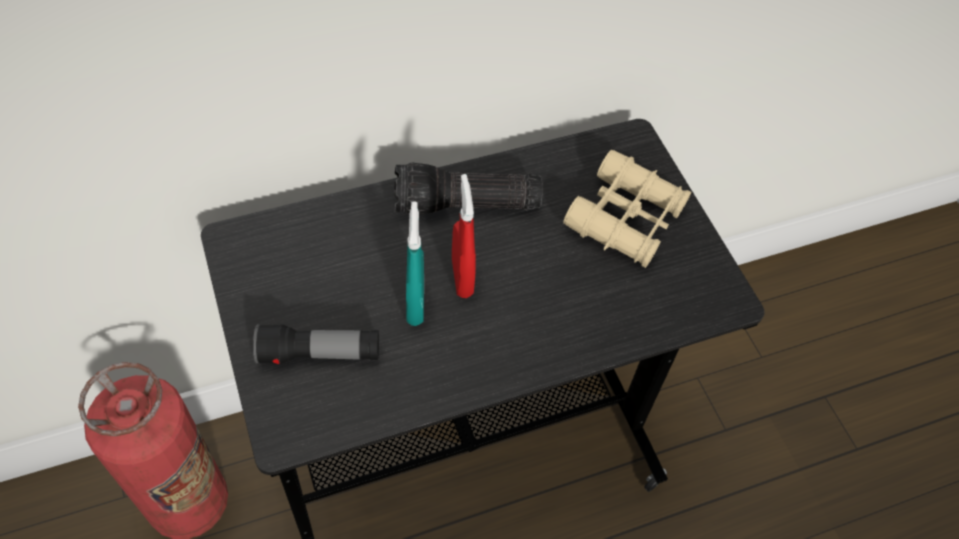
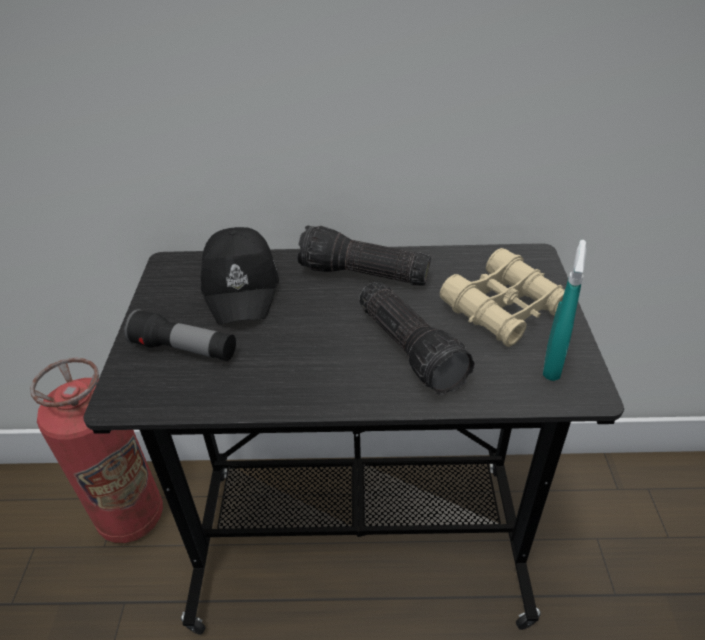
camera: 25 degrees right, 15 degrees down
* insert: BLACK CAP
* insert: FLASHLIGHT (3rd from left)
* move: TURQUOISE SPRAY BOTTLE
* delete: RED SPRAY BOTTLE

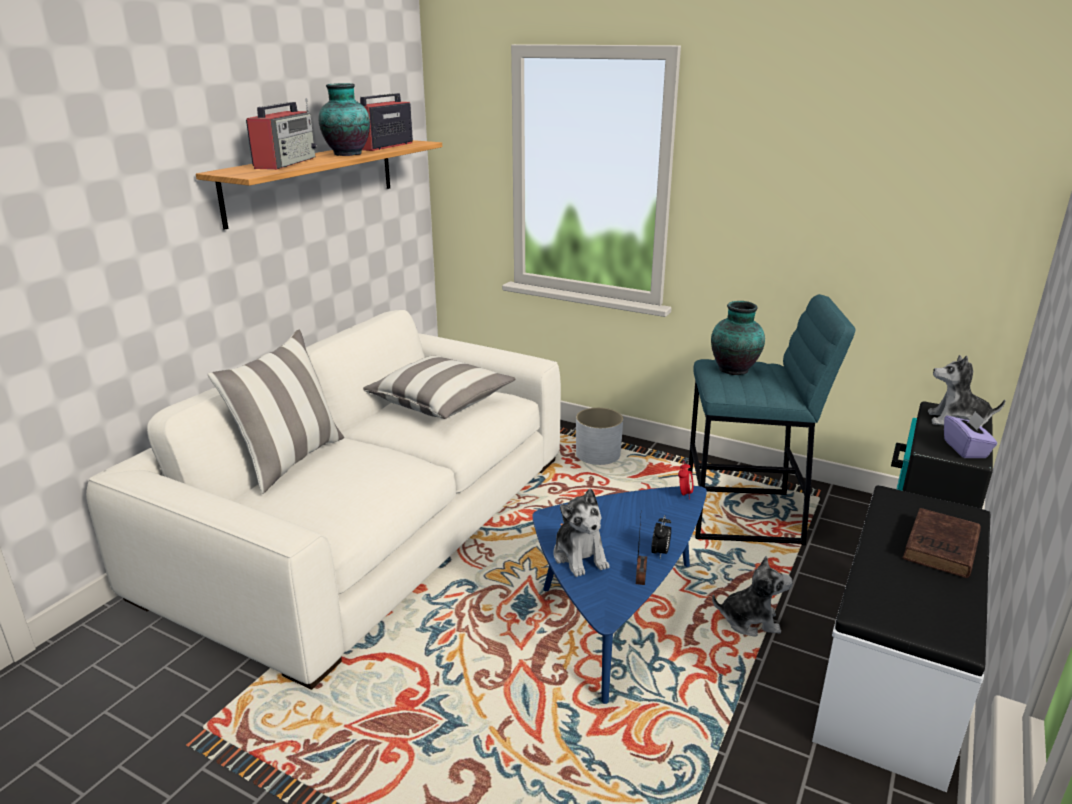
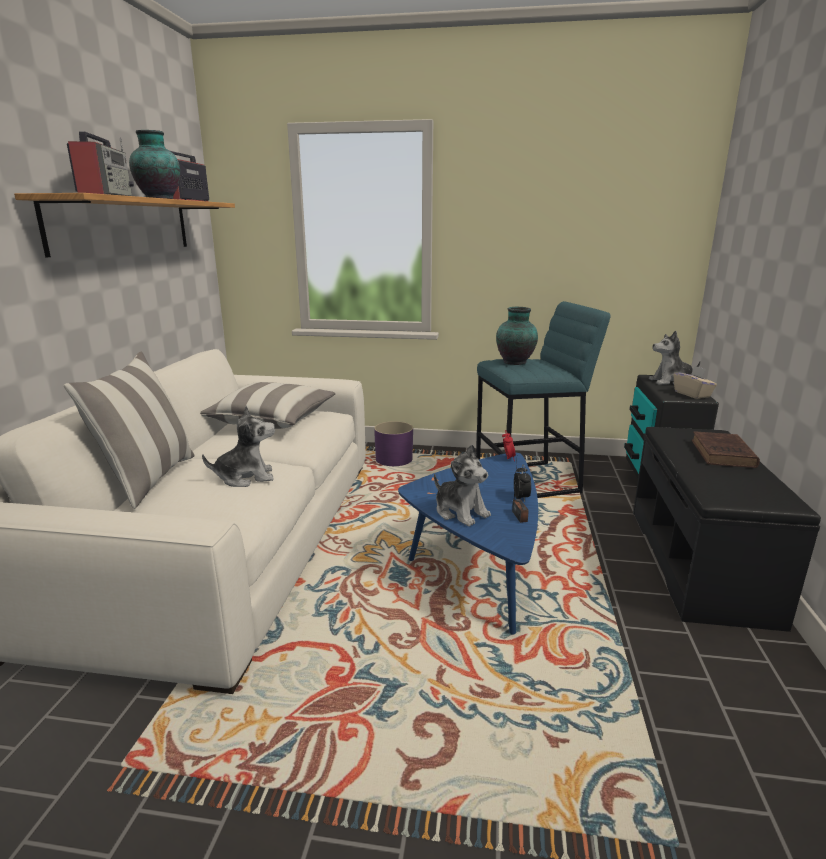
camera: 20 degrees left, 5 degrees down
* move: PLUSH TOY (2nd from left in the first image) to PLUSH TOY (1st from left)
* recolor: WHITE PLANTER to PURPLE PLANTER
* recolor: WHITE BENCH to BLACK BENCH
* recolor: PURPLE TISSUE BOX to BEIGE TISSUE BOX

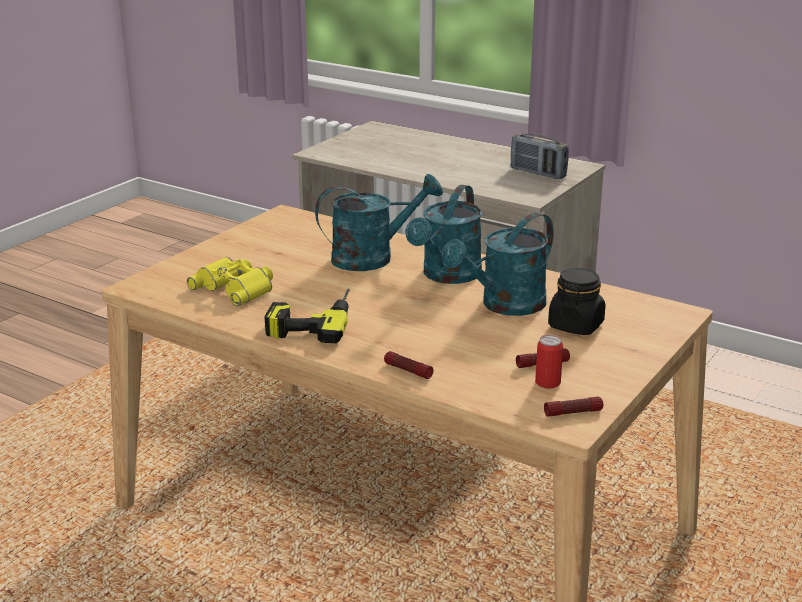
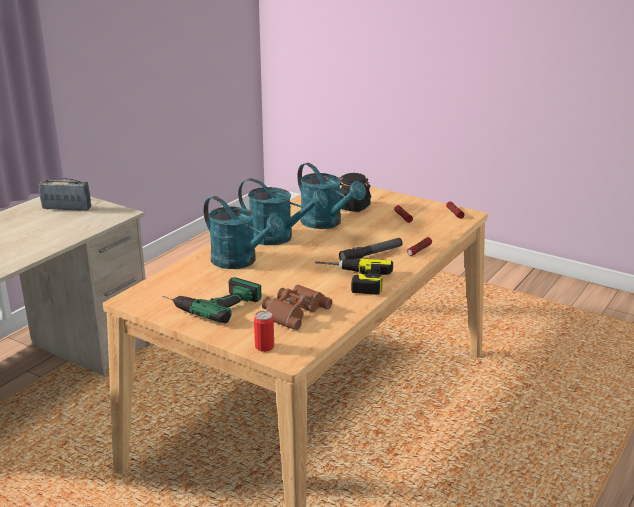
camera: 90 degrees left, 0 degrees up
* rotate: RADIO 120 degrees counterclockwise
* insert: POWER DRILL (1st from left)
* rotate: TURQUOISE WATERING CAN (1st from left) 150 degrees clockwise
* move: CAN
* recolor: YELLOW BINOCULARS to BROWN BINOCULARS
* insert: FLASHLIGHT (1st from left)

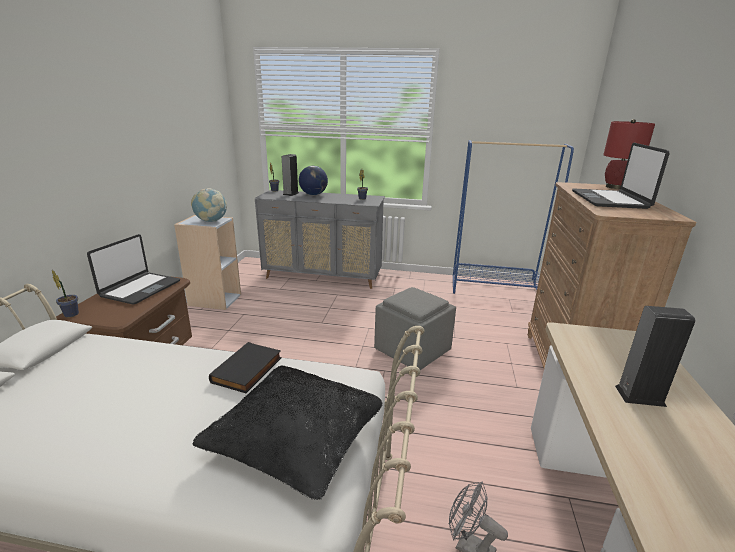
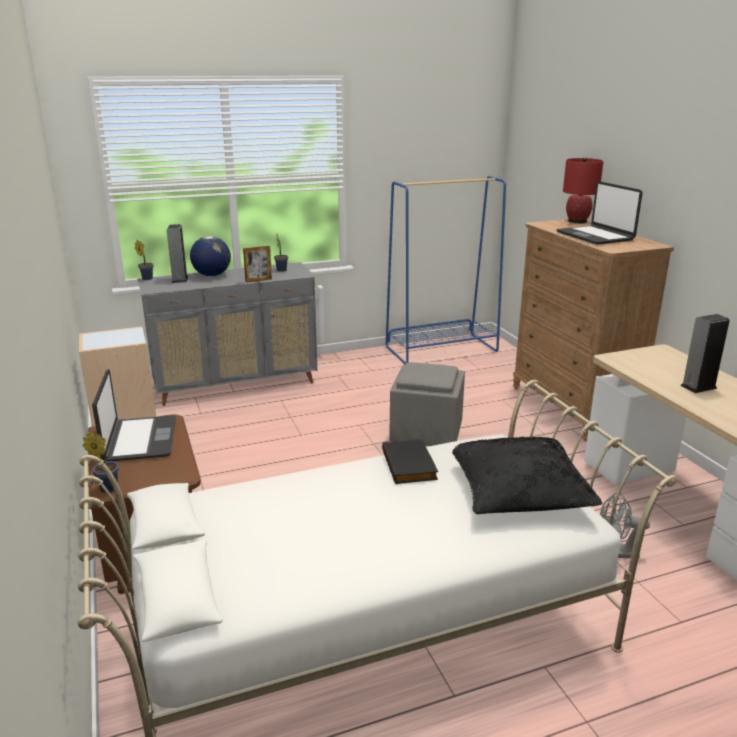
camera: 30 degrees left, 0 degrees up
* insert: PICTURE FRAME
* delete: GLOBE (1st from left)

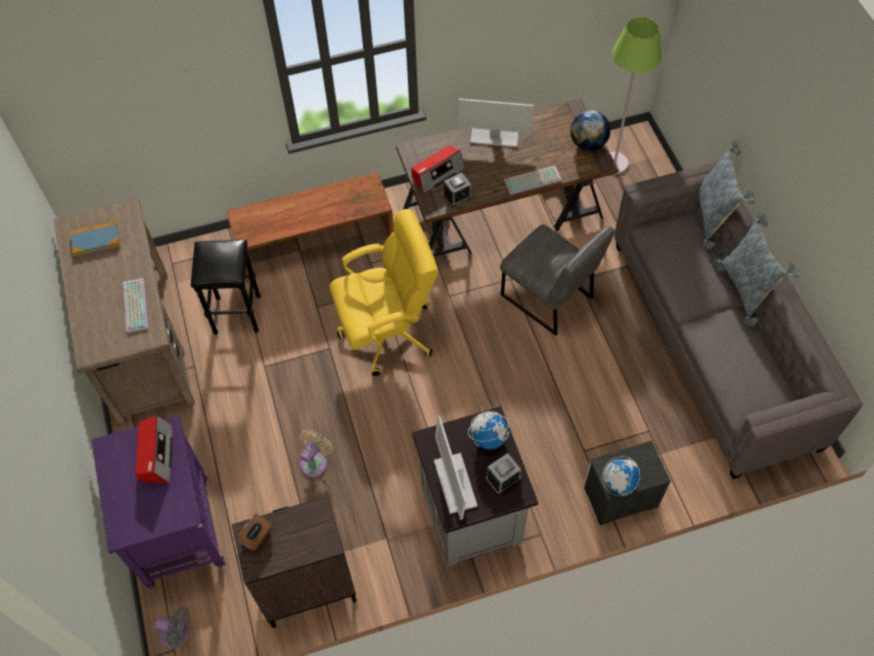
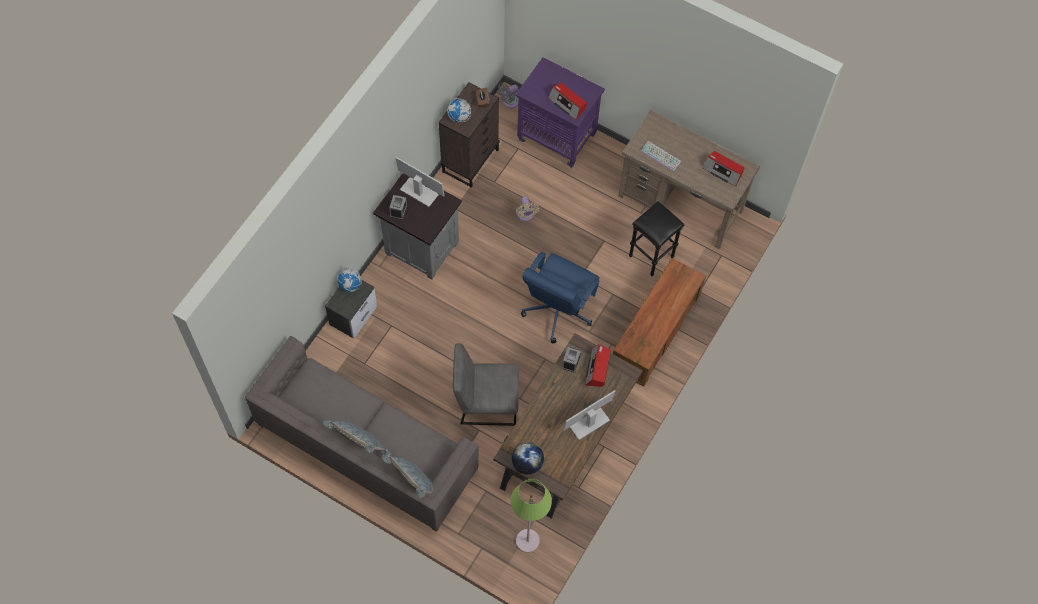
camera: 135 degrees right, 5 degrees up
* move: GLOBE (1st from left in the first image) to GLOBE (2nd from left)
* recolor: YELLOW OFFICE CHAIR to BLUE OFFICE CHAIR
* replace: BOOK to RADIO (3rd from left)
* delete: KEYBOARD (2nd from left)

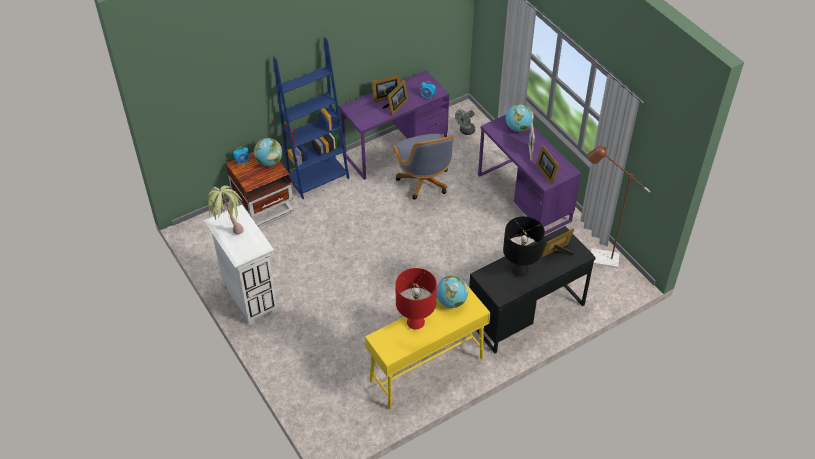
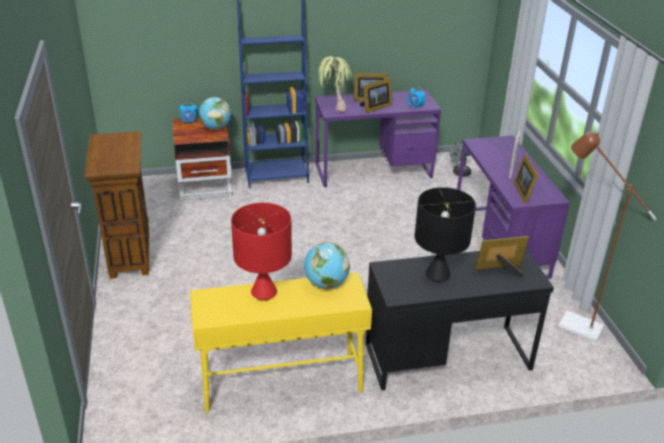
camera: 20 degrees right, 15 degrees down
* recolor: WHITE CABINET to BROWN CABINET
* move: POTTED PLANT
* delete: BLUE OFFICE CHAIR
* delete: GLOBE (3rd from left)

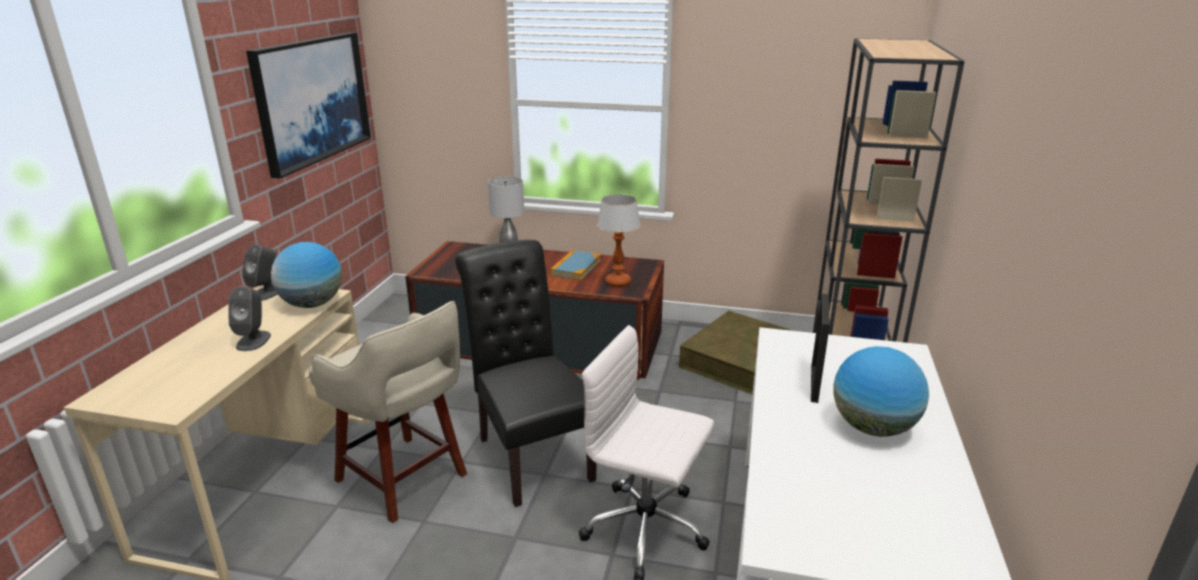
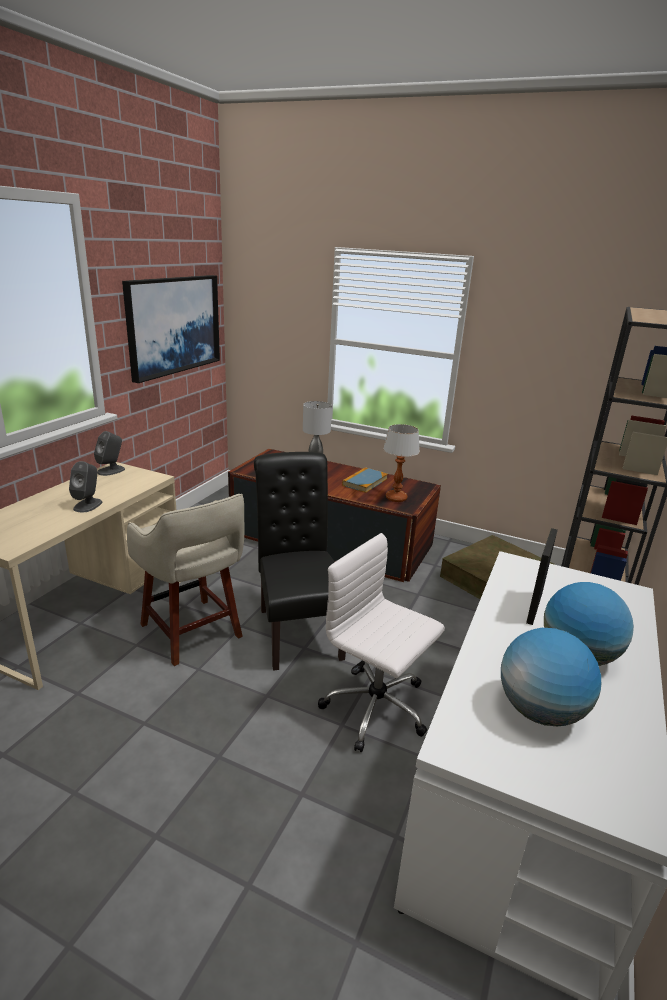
camera: 10 degrees right, 0 degrees up
* move: GLOBE (1st from left)

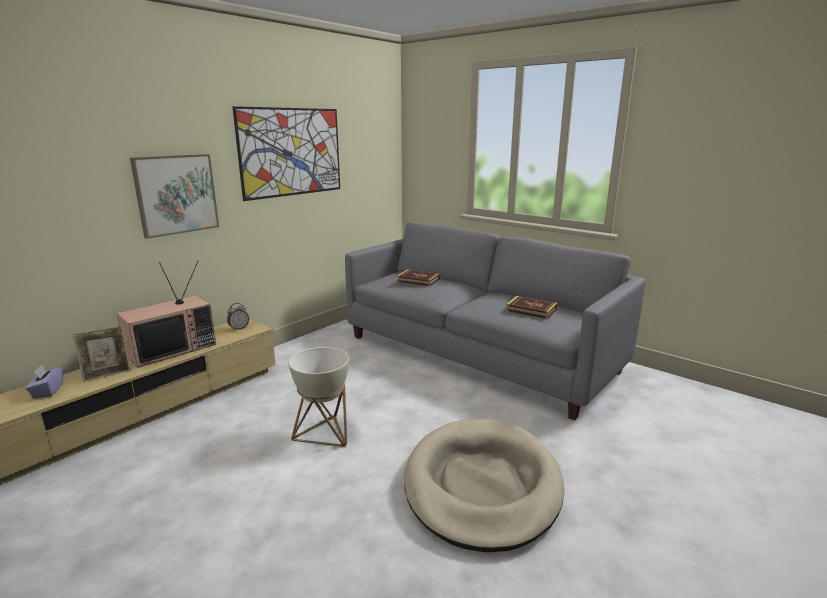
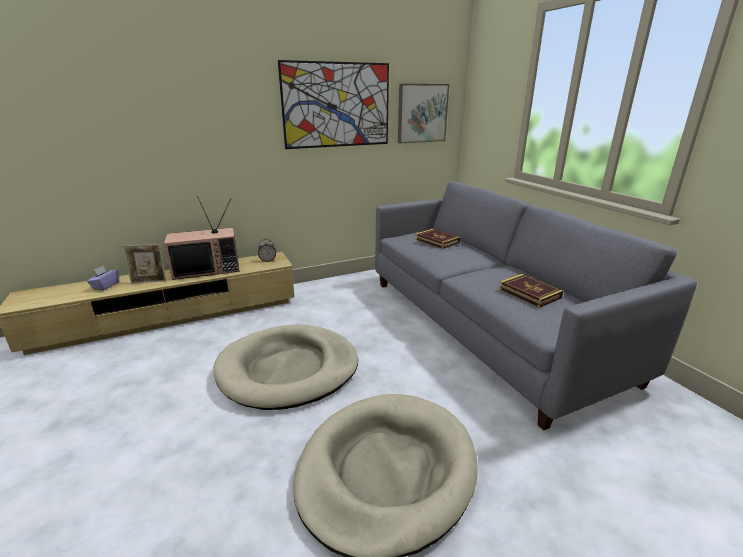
camera: 25 degrees right, 5 degrees up
* replace: PLANTER to BEIGE DOG BED (1st from left)
* move: PICTURE (1st from left in the first image) to PICTURE (2nd from left)

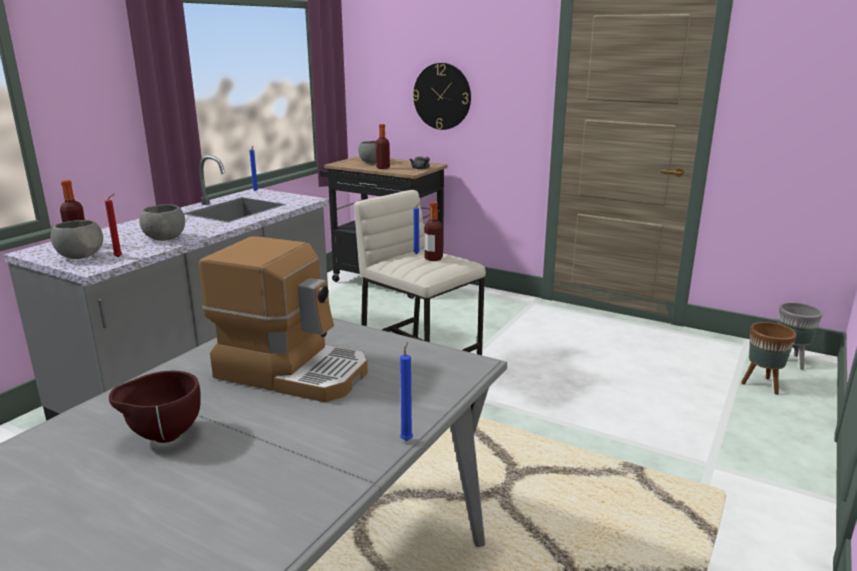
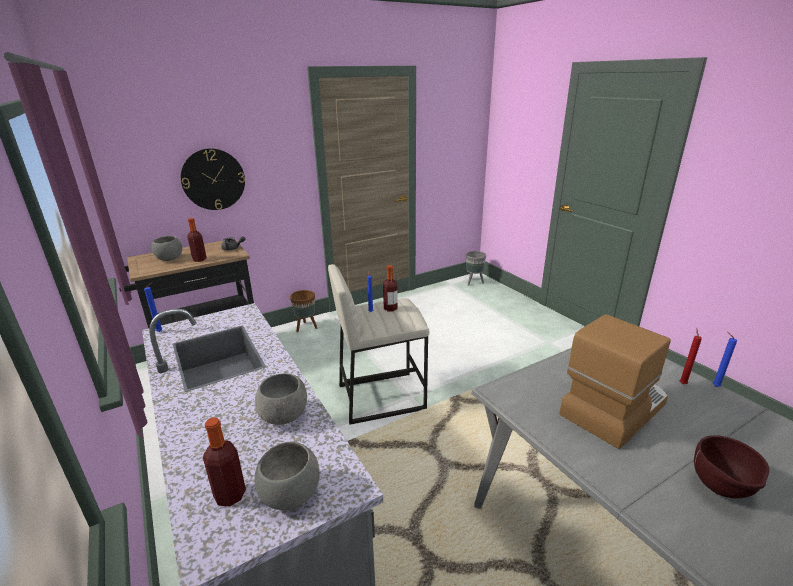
camera: 60 degrees left, 5 degrees up
* move: BROWN PLANTER
* move: RED CANDLE

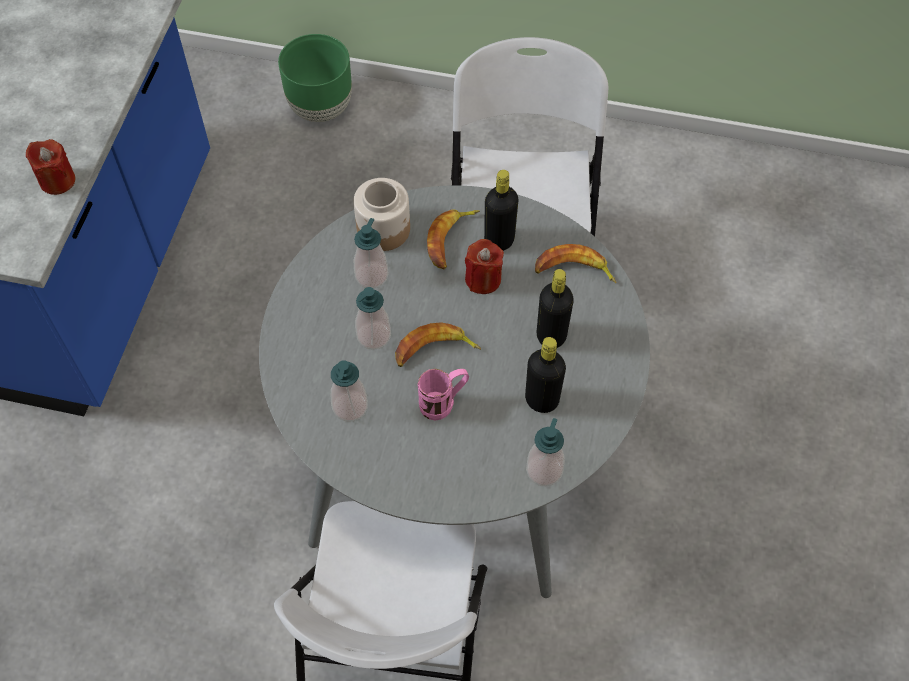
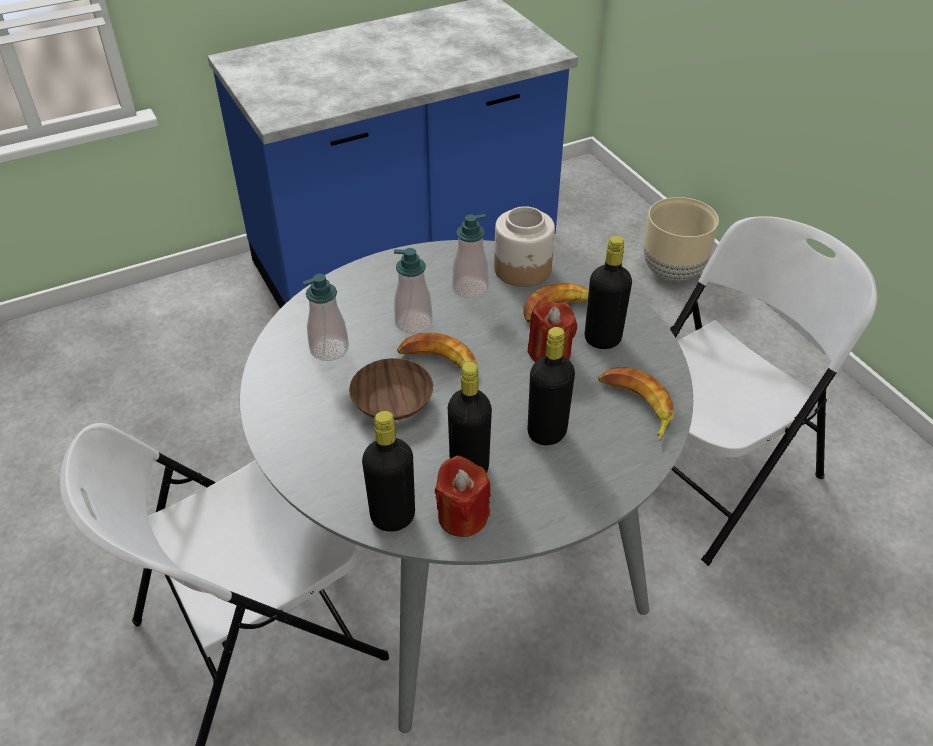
camera: 50 degrees right, 15 degrees down
* replace: PINK MUG to BROWN BOWL
* replace: SOAP DISPENSER (4th from left) to BLACK BOTTLE (1st from left)
* move: RED CANDLE (1st from left)
* recolor: GREEN PLANTER to BEIGE PLANTER

